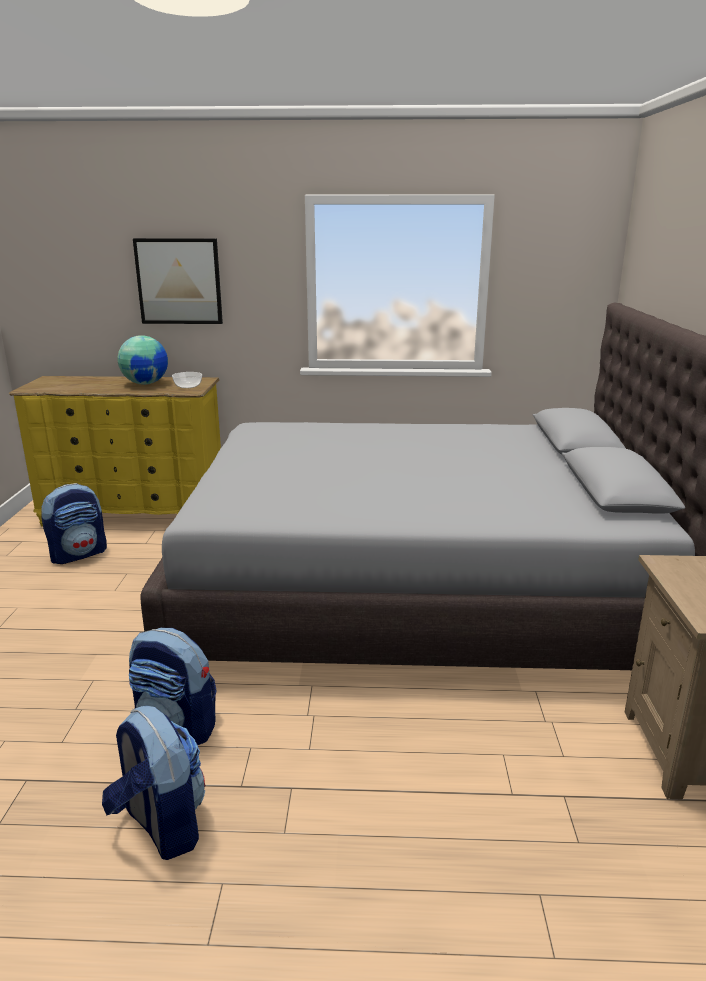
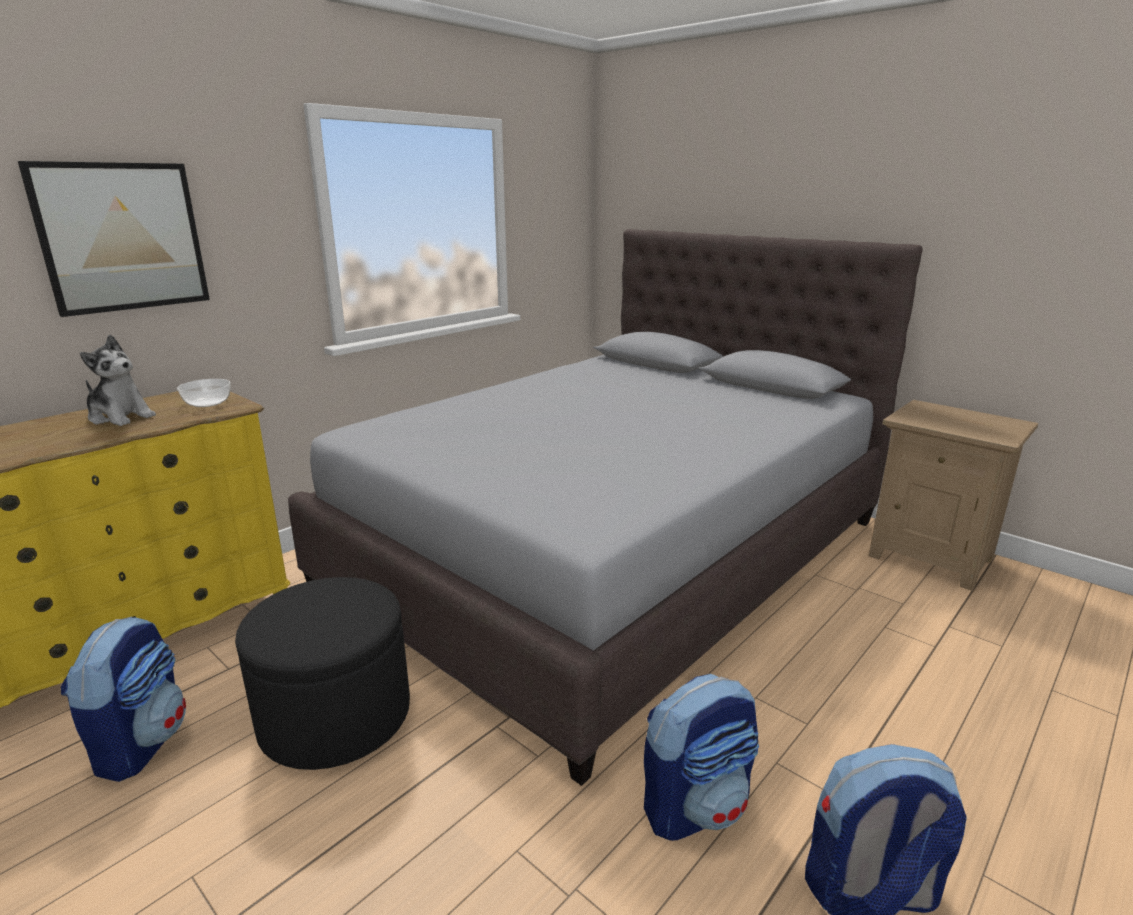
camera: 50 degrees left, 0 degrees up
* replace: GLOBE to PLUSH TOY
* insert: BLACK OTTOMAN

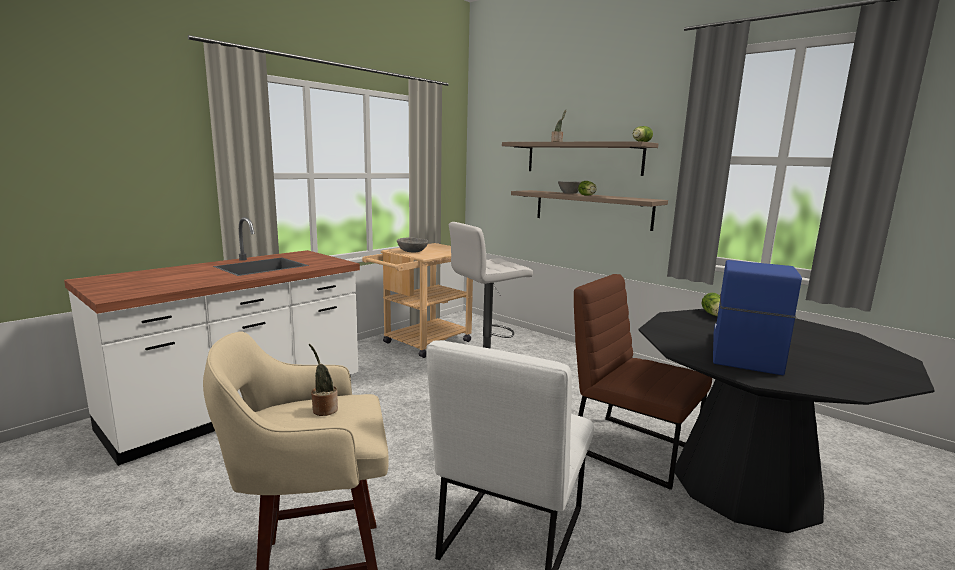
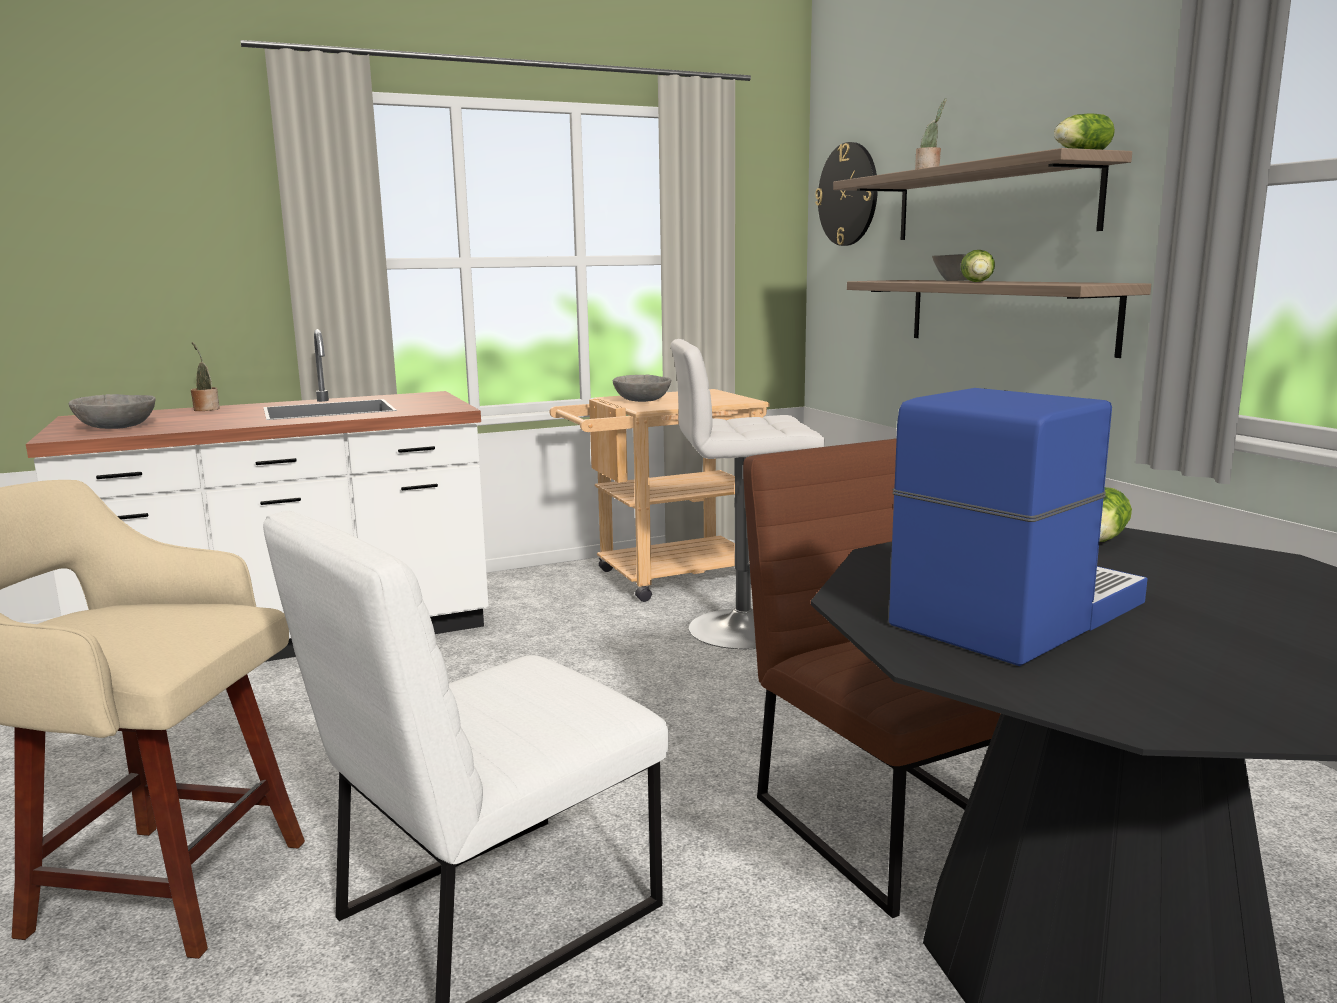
camera: 25 degrees right, 0 degrees up
* insert: GREY BOWL (1st from left)
* move: POTTED PLANT (1st from left)
* insert: WALL CLOCK

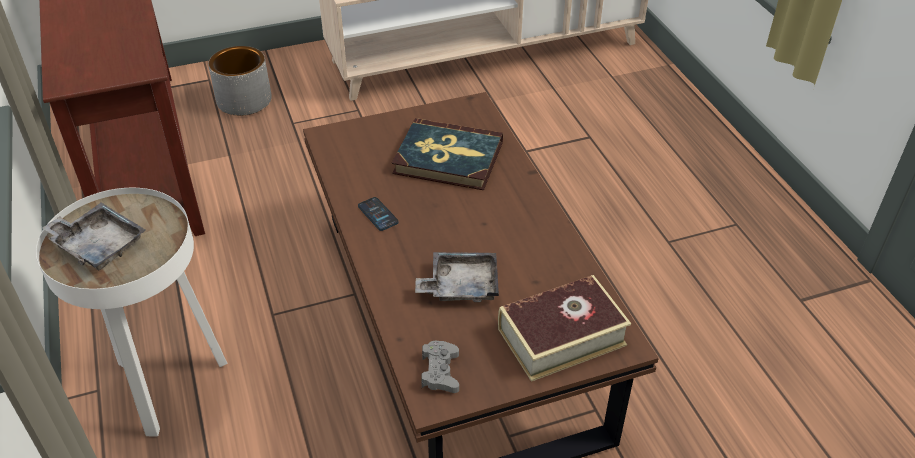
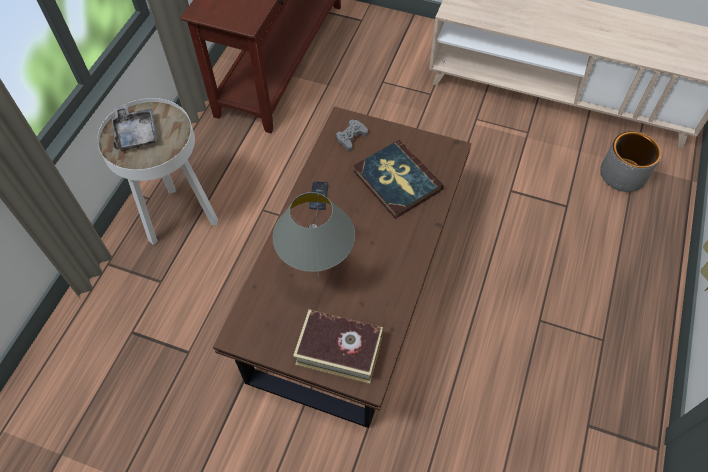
camera: 40 degrees right, 15 degrees up
* replace: GREY TRAY (2nd from left) to GREY TABLE LAMP
* move: GREY GAME CONTROLLER
* move: GREY PLANTER

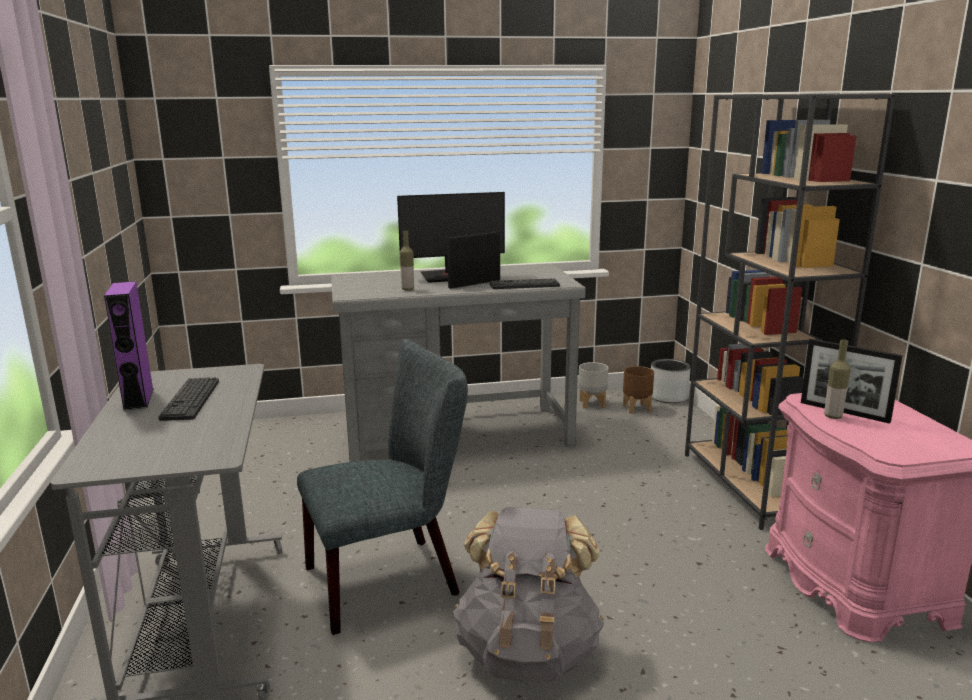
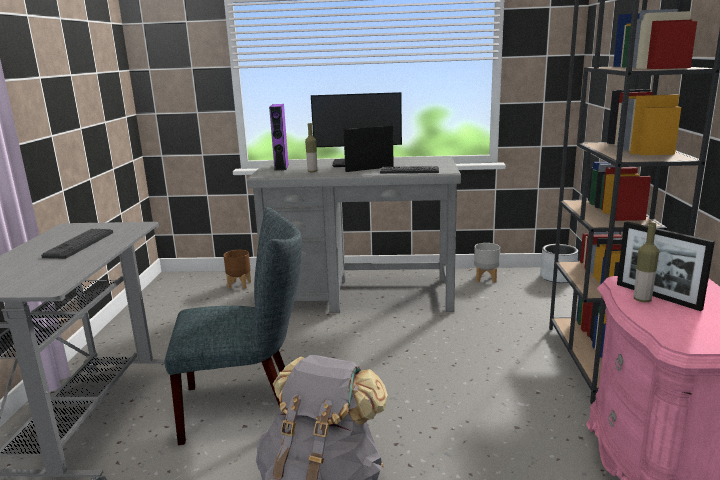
camera: 15 degrees right, 0 degrees up
* move: BROWN PLANTER
* move: PURPLE SPEAKER

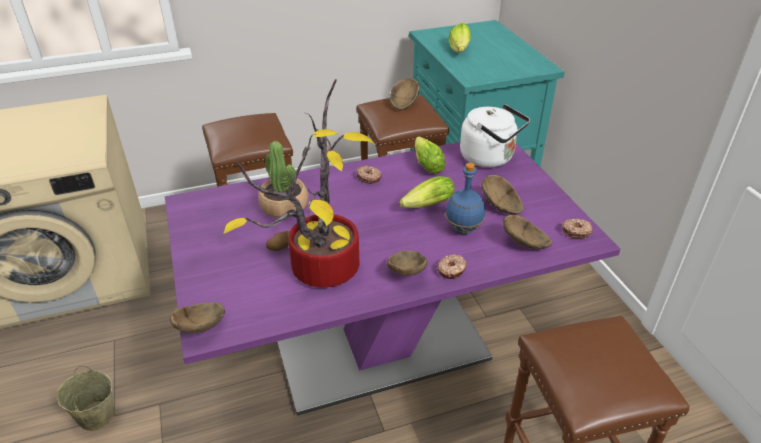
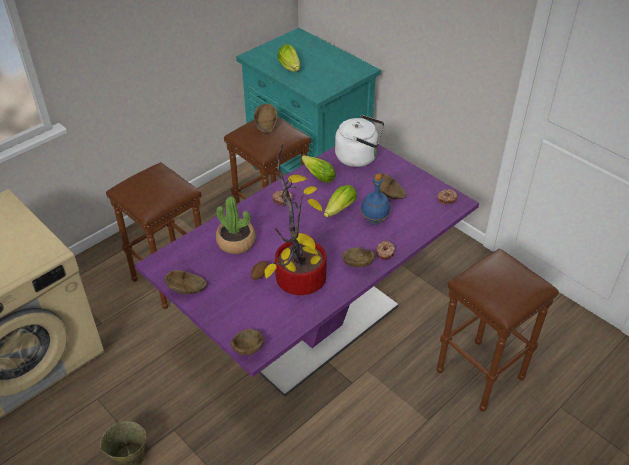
camera: 25 degrees left, 5 degrees up
* move: BROWN BOWL (5th from left in the first image) to BROWN BOWL (1st from left)

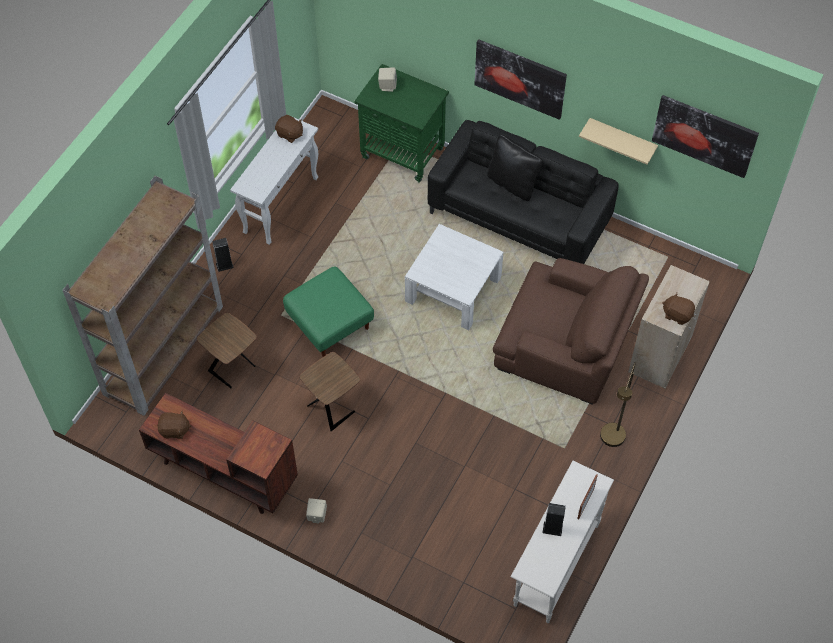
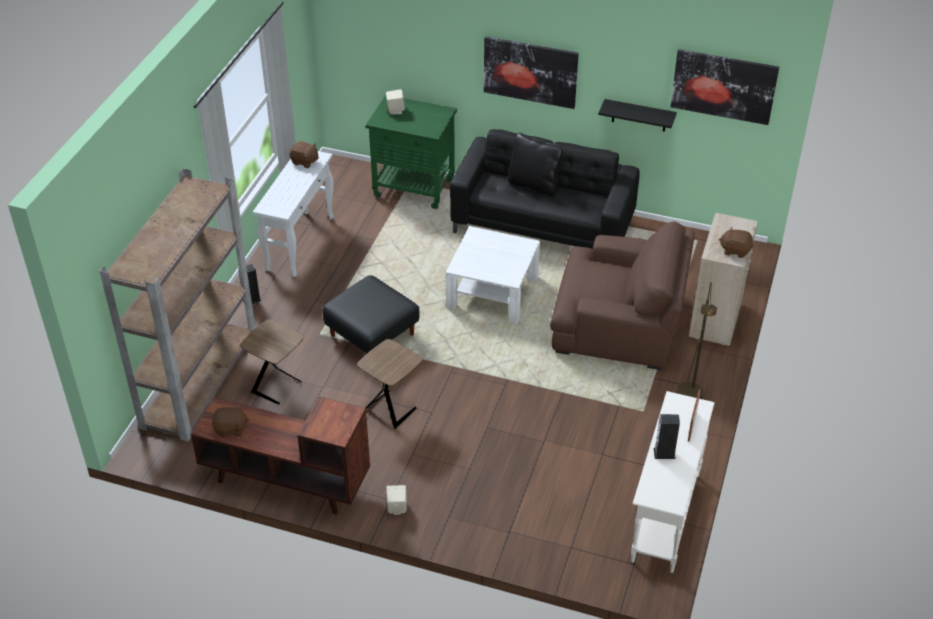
camera: 10 degrees left, 15 degrees down
* recolor: GREEN OTTOMAN to BLACK OTTOMAN
* recolor: BEIGE SHELF to BLACK SHELF

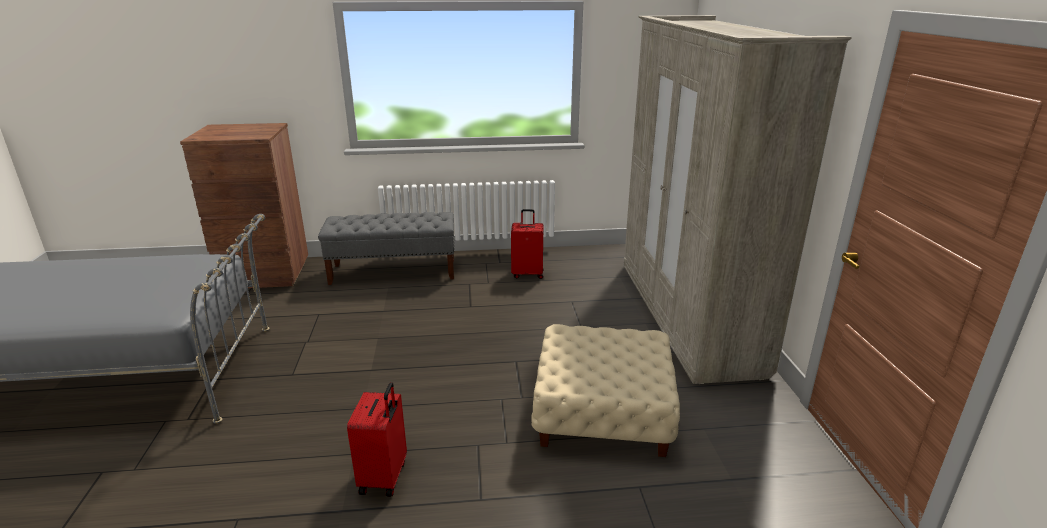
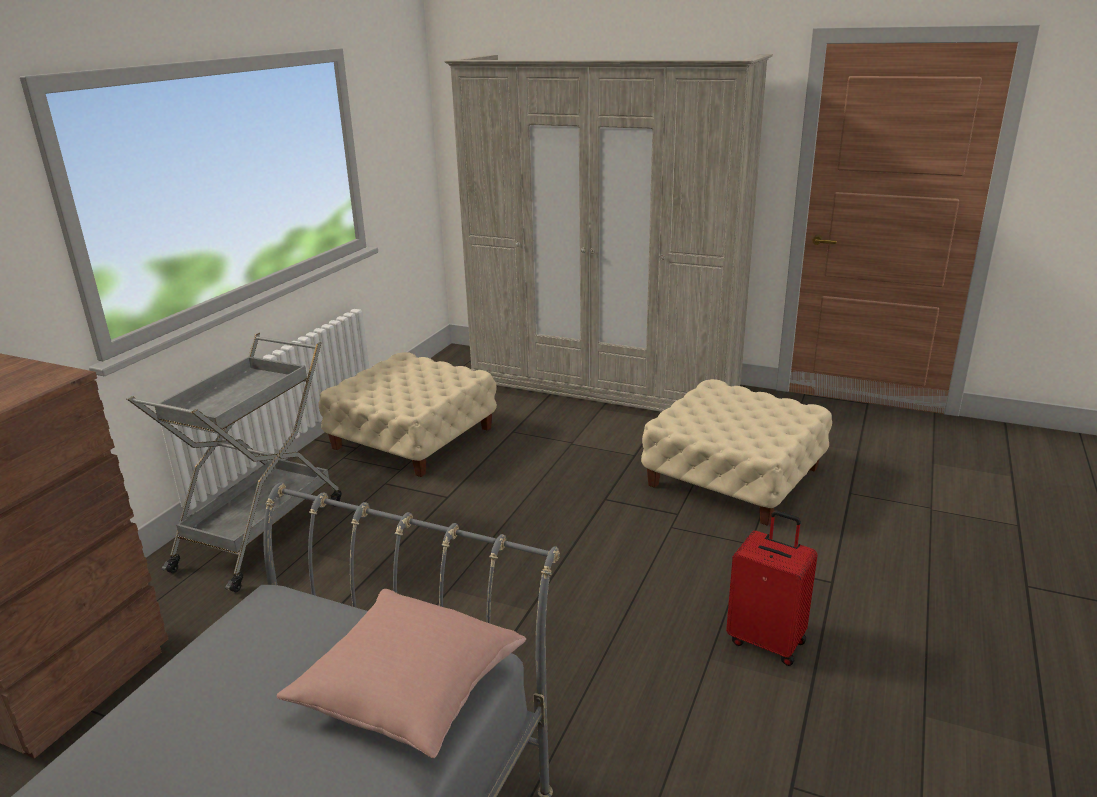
camera: 60 degrees left, 0 degrees up
* replace: GREY BENCH to GREY CART
* insert: PINK PILLOW
* replace: RED SUITCASE (2nd from left) to BEIGE OTTOMAN (1st from left)

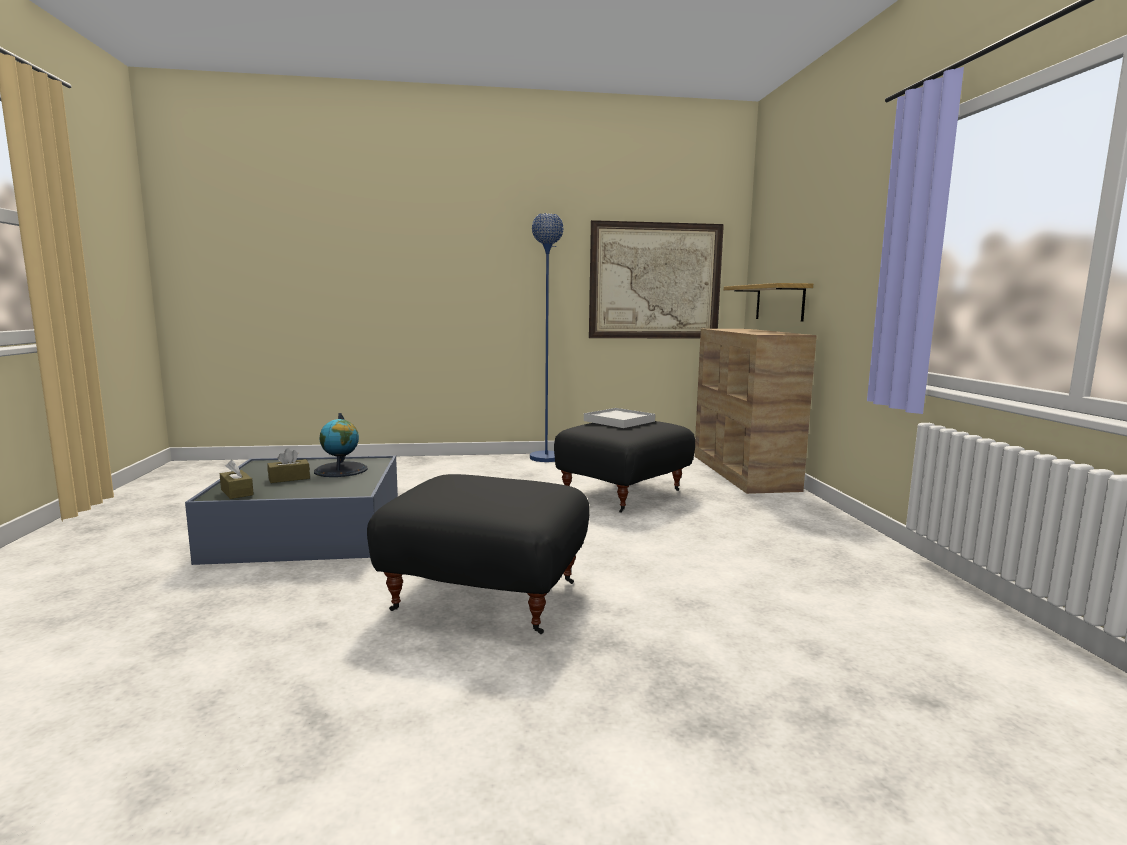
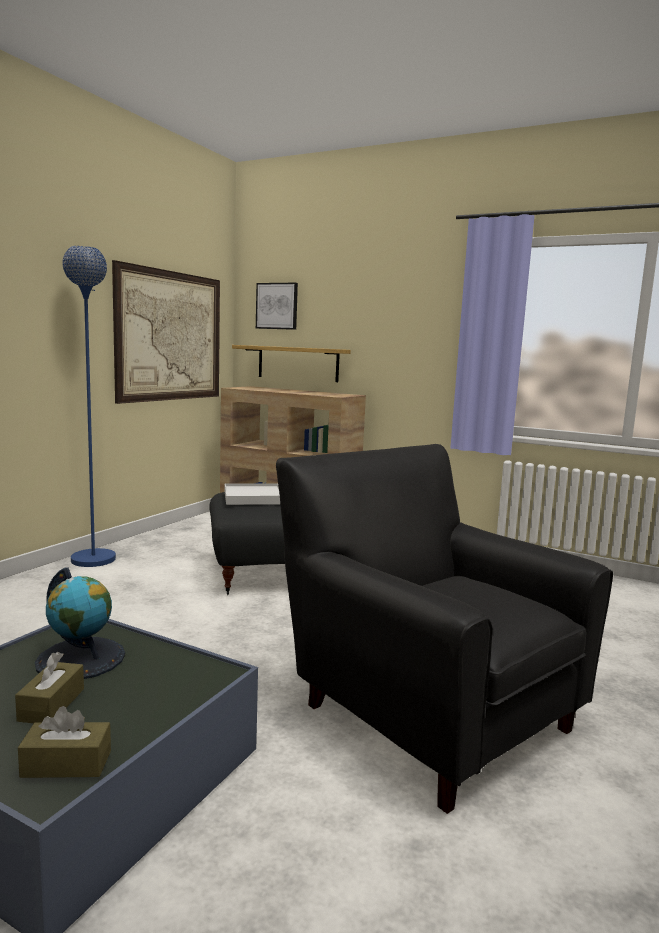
camera: 55 degrees left, 0 degrees up
* insert: PICTURE (2nd from left)
* replace: BLACK OTTOMAN (1st from left) to BLACK ARMCHAIR

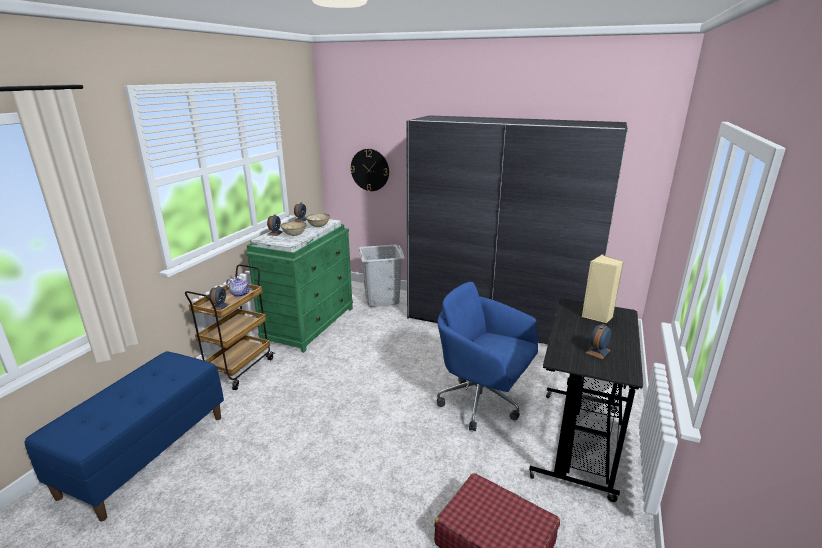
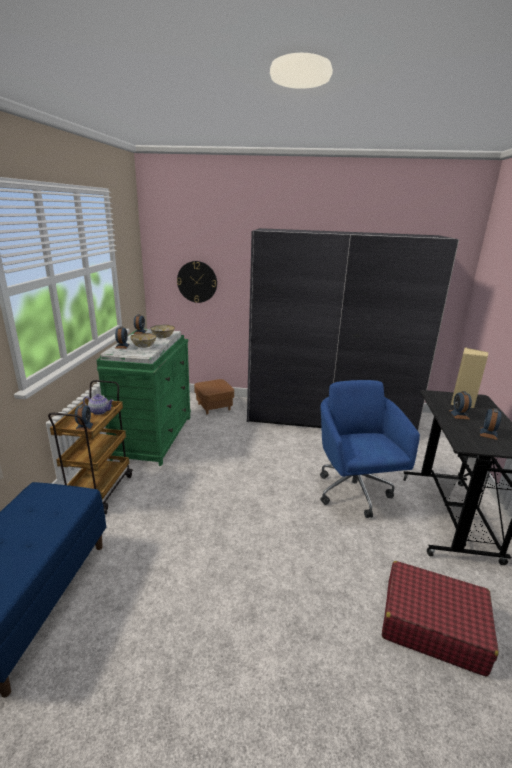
camera: 15 degrees left, 0 degrees up
* replace: GREY LAUNDRY BASKET to BROWN OTTOMAN
* rotate: BLUE OFFICE CHAIR 60 degrees clockwise
* insert: ALARM CLOCK (4th from left)

